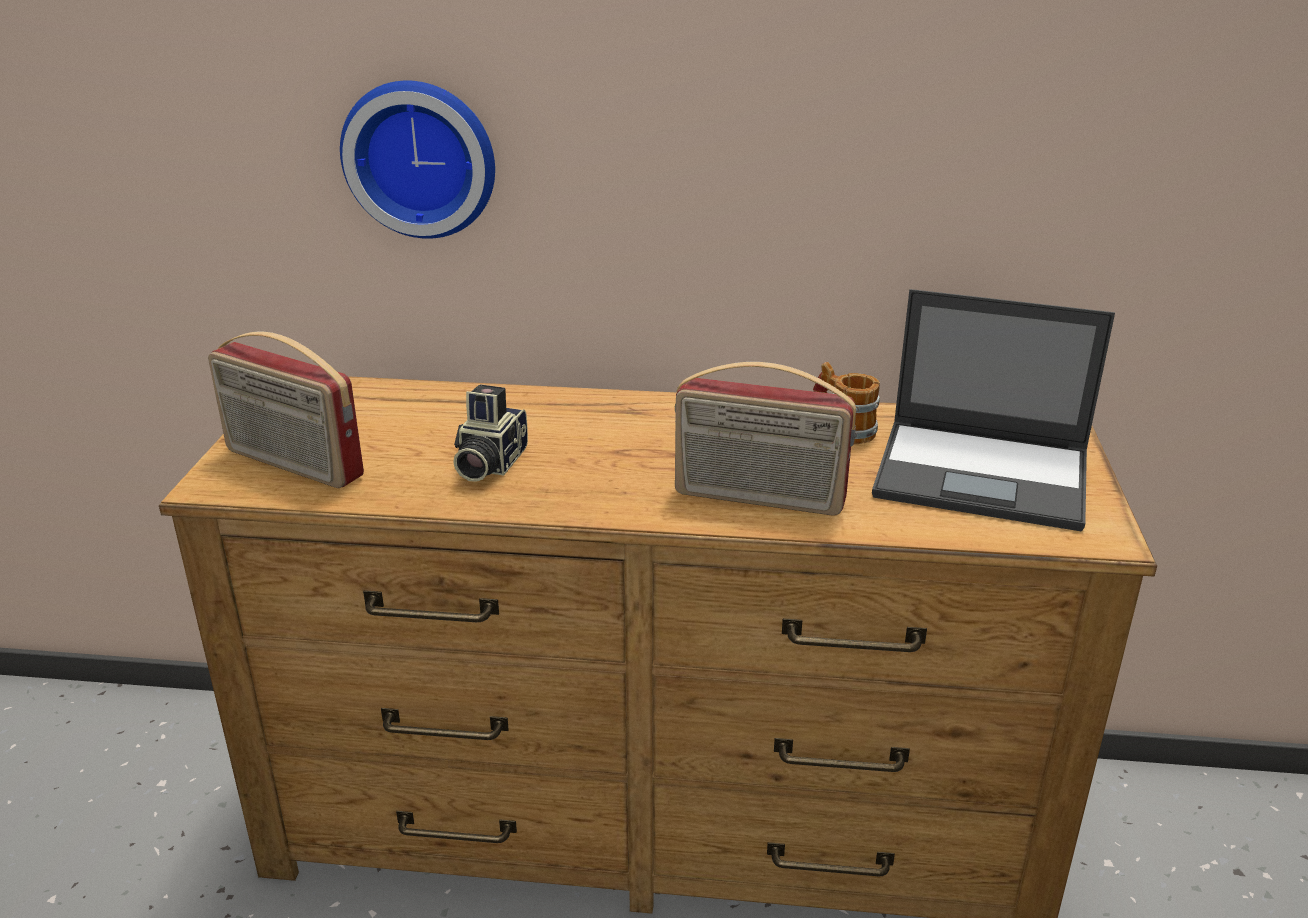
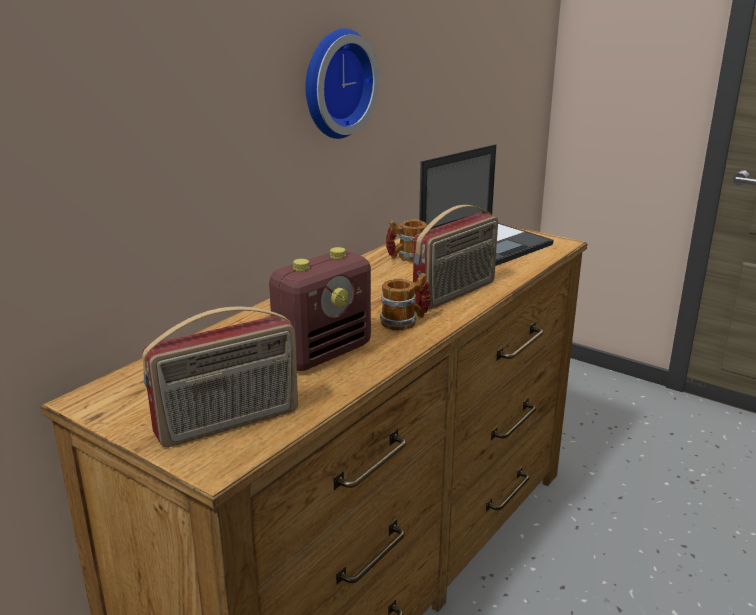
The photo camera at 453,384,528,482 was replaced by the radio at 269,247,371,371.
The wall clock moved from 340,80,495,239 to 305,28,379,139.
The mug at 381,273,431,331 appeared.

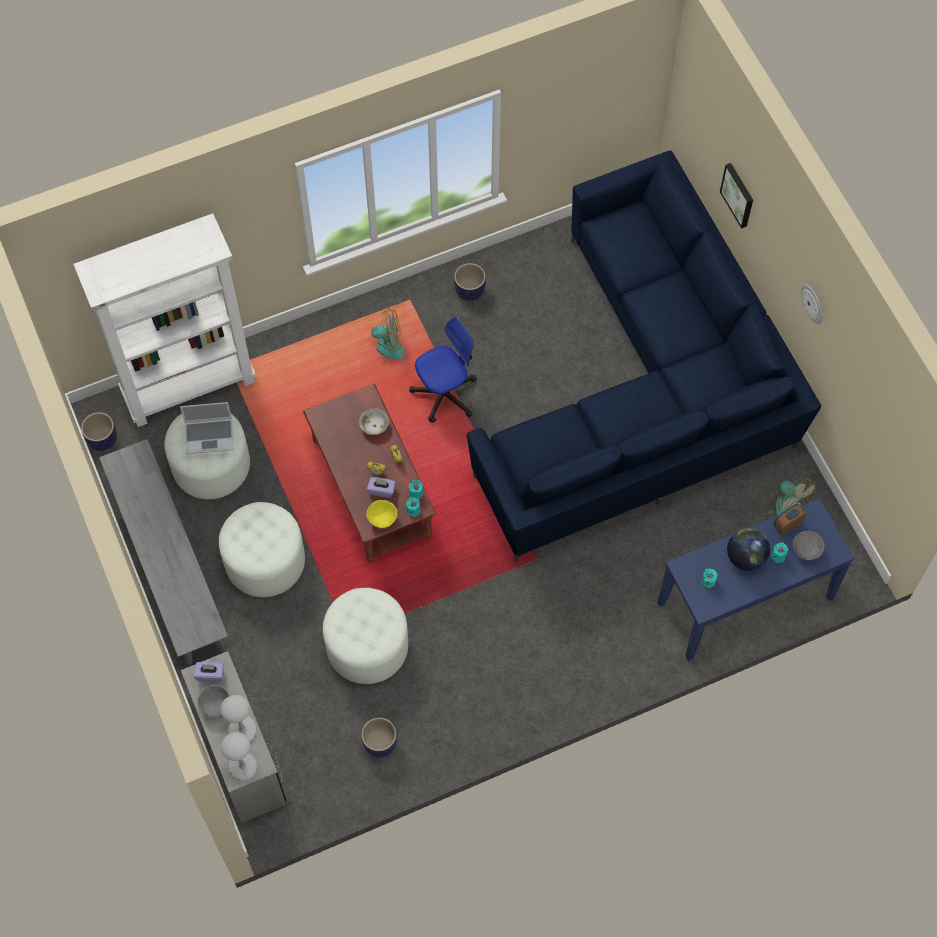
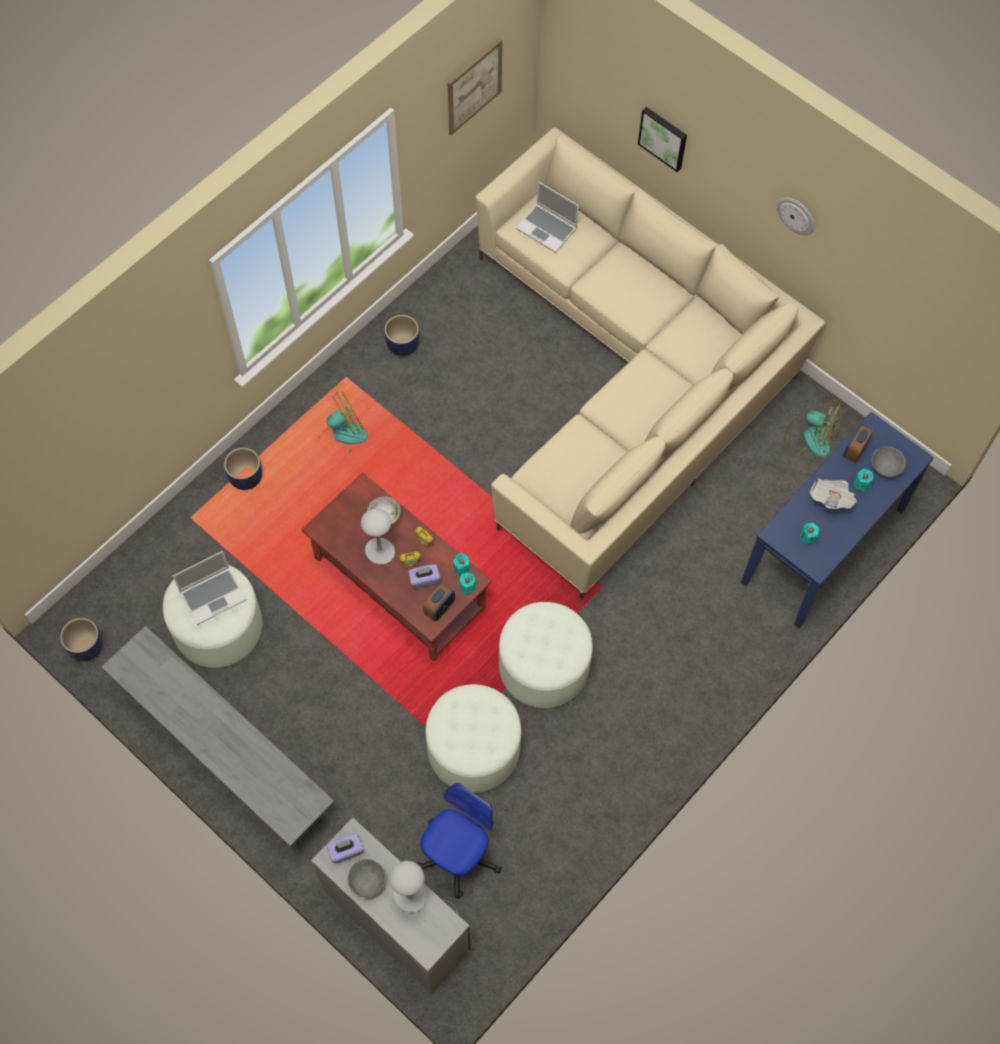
The planter moved from 361,717,397,758 to 224,447,262,490.
The table lamp in grey moved from 221,732,257,780 to 361,509,395,565.
The office chair moved from 409,317,476,423 to 417,783,502,899.
The bowl in yellow at 367,500,397,528 was replaced by the alarm clock at 423,583,455,622.
The picture at 448,39,502,135 appeared.
The sofa in blue at 467,150,821,562 became the sofa in beige at 476,128,825,600.
The ottoman in white moved from 219,502,305,597 to 499,602,592,708.
The laptop at 516,181,579,253 appeared.
The globe at 727,528,770,571 was replaced by the newspaper at 810,479,857,509.
The bookcase in white at 73,213,256,427 disappeared.

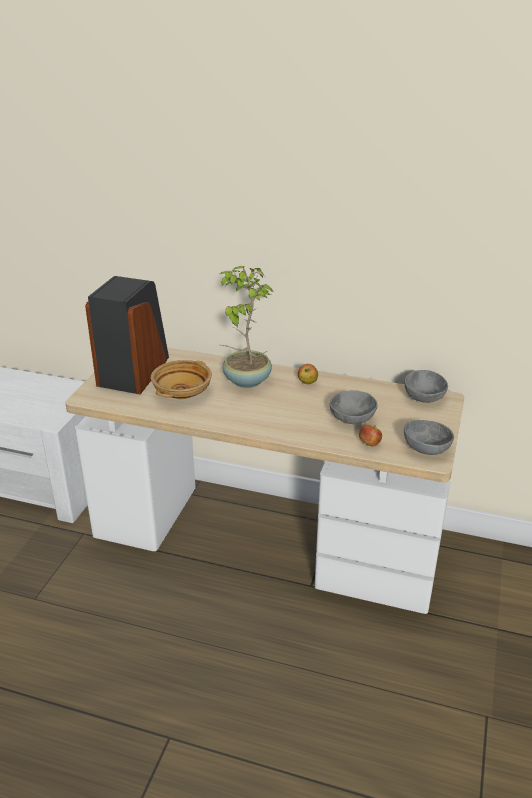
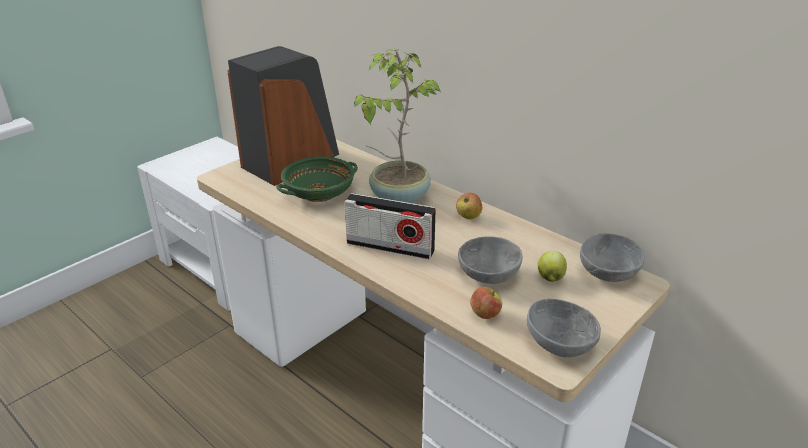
The bowl in beige at 151,360,212,399 became the bowl in green at 277,157,358,202.
The radio at 344,193,436,259 appeared.
The apple at 538,251,567,282 appeared.

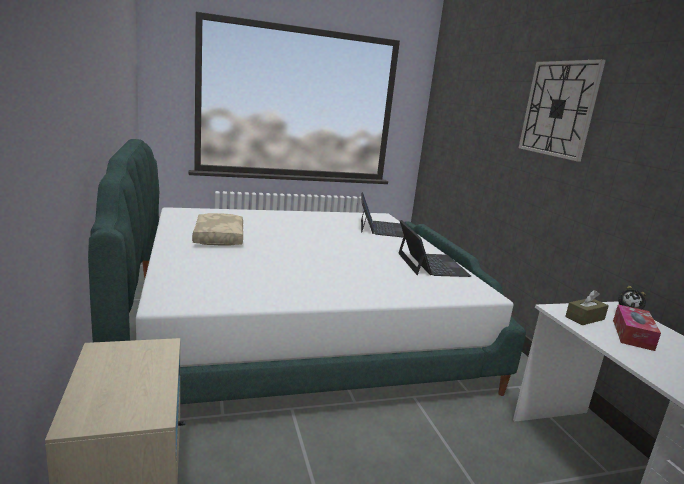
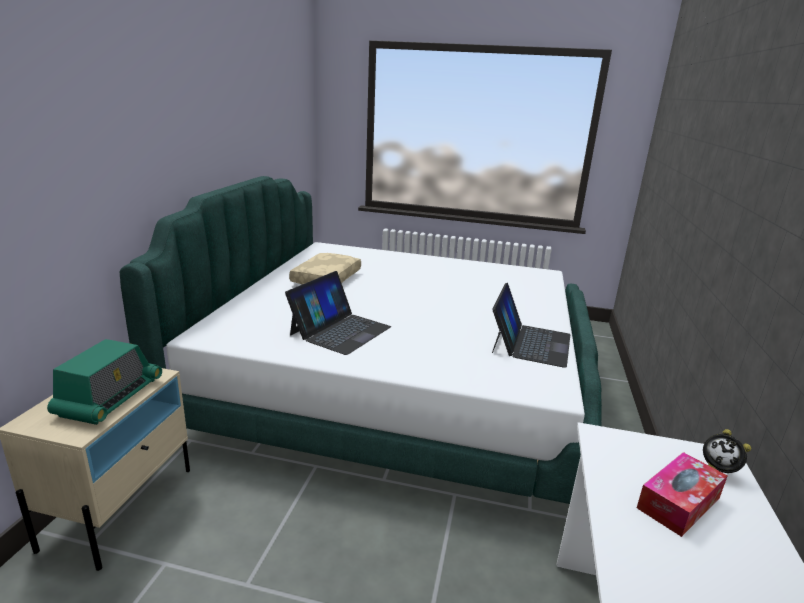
The radio at 47,339,162,425 appeared.
The laptop moved from 361,192,404,237 to 285,271,391,355.
The wall clock at 519,59,606,162 disappeared.
The tissue box in brown at 565,290,609,325 disappeared.

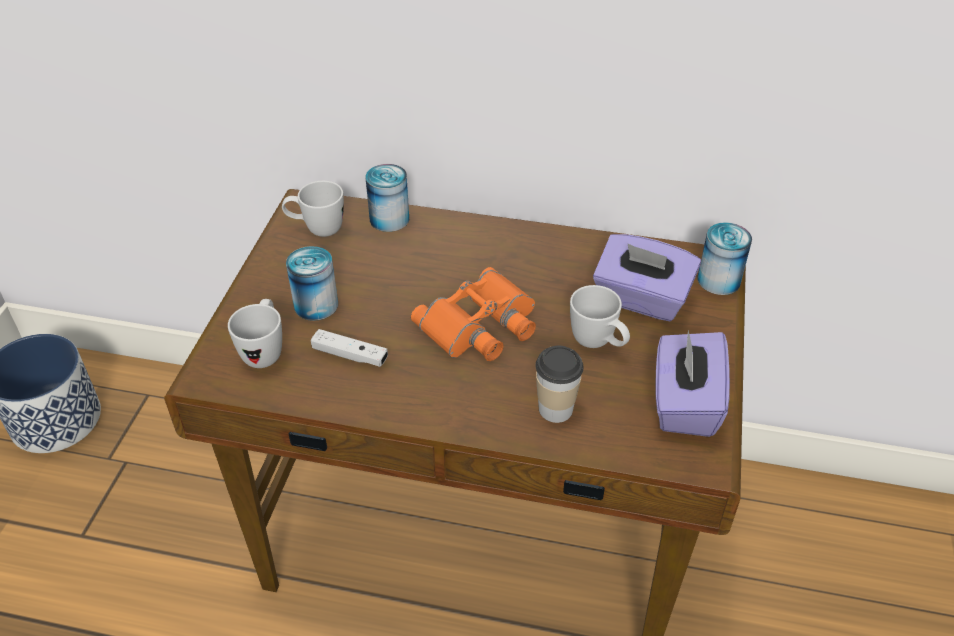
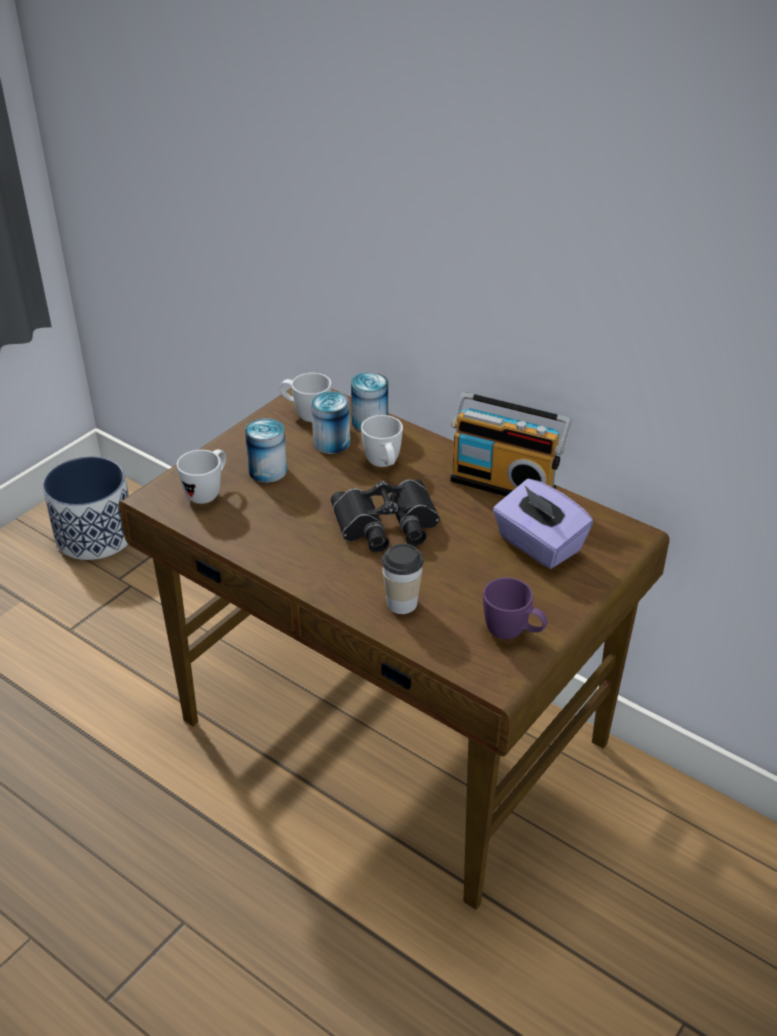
The can moved from 697,222,752,295 to 311,392,350,454.
The binoculars in orange at 411,267,536,361 became the binoculars in black at 331,479,440,552.
The mug in white moved from 570,285,630,348 to 361,415,403,467.
The radio at 450,392,571,496 appeared.
The tissue box in purple at 656,330,730,437 was replaced by the mug in purple at 483,577,547,639.
The game controller in white at 311,329,388,367 disappeared.

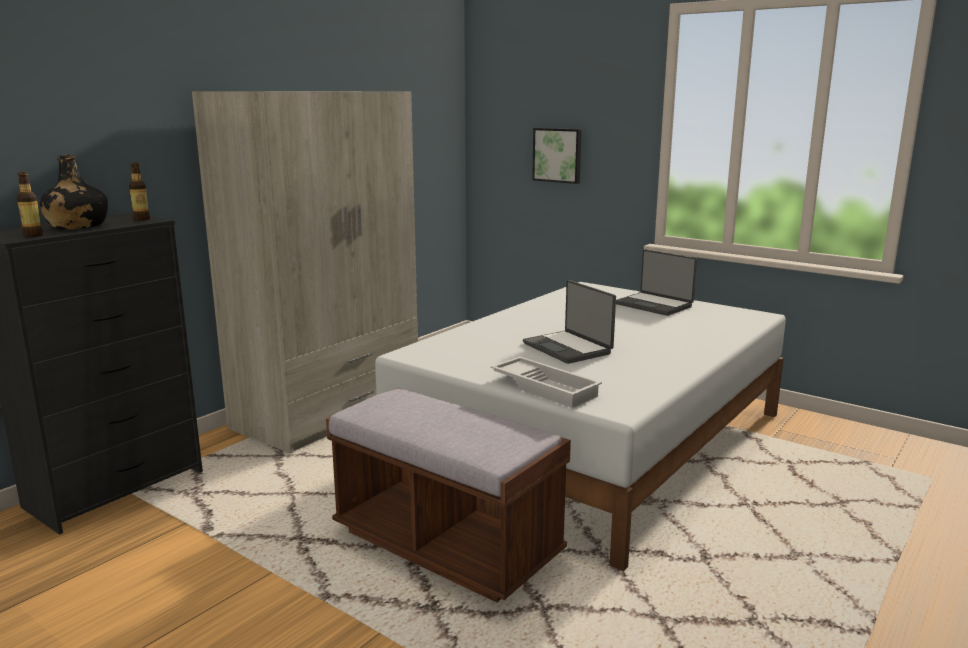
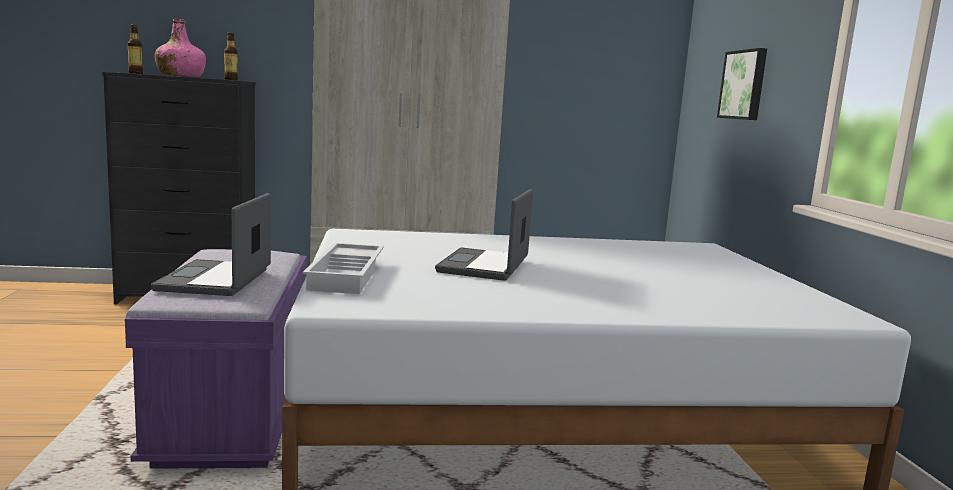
The bench in brown at 326,388,571,602 became the bench in purple at 125,249,307,469.
The laptop moved from 616,249,697,316 to 151,193,271,296.
The bottle in black at 40,155,108,230 became the bottle in pink at 154,19,206,77.

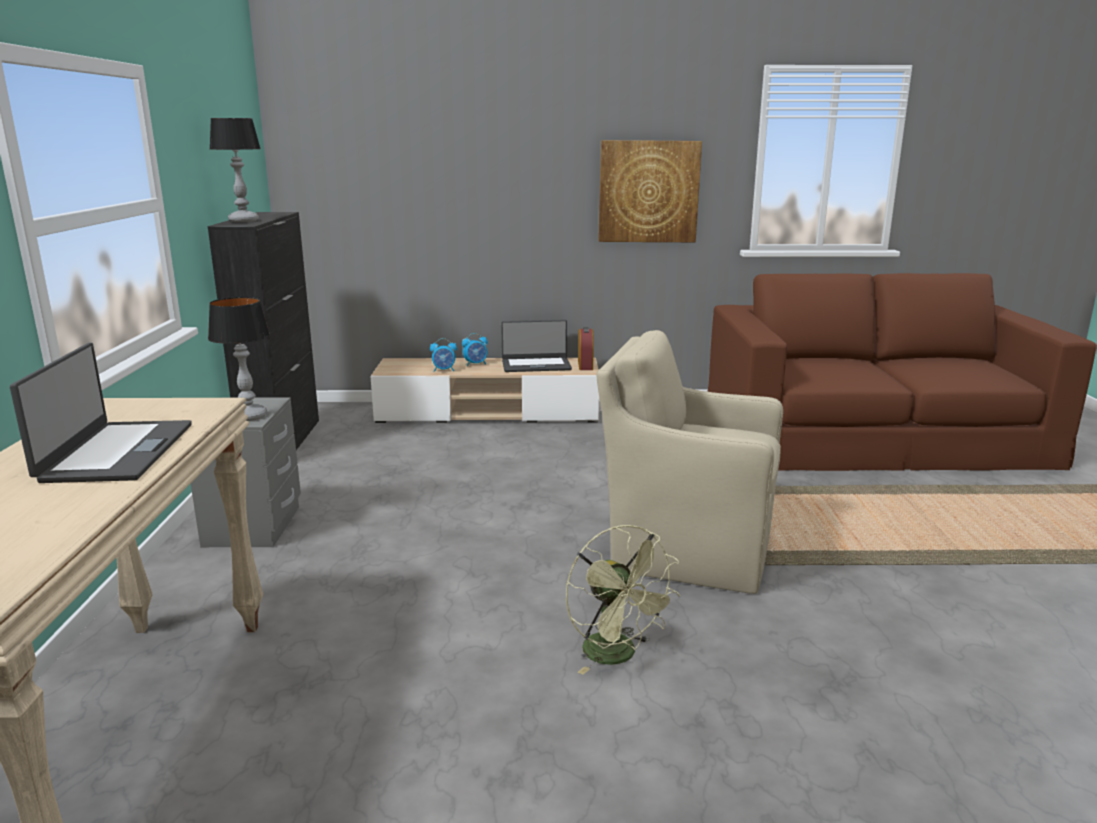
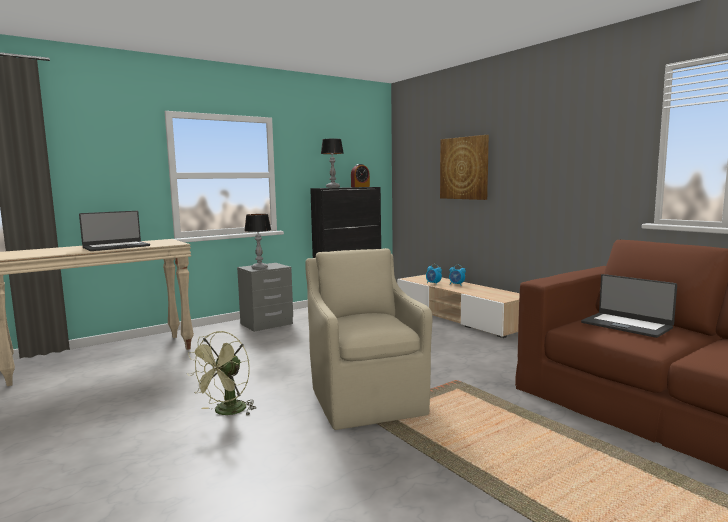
The alarm clock moved from 578,327,594,370 to 351,164,370,187.
The picture moved from 598,140,702,242 to 440,135,489,200.
The laptop moved from 501,320,572,372 to 581,274,677,338.

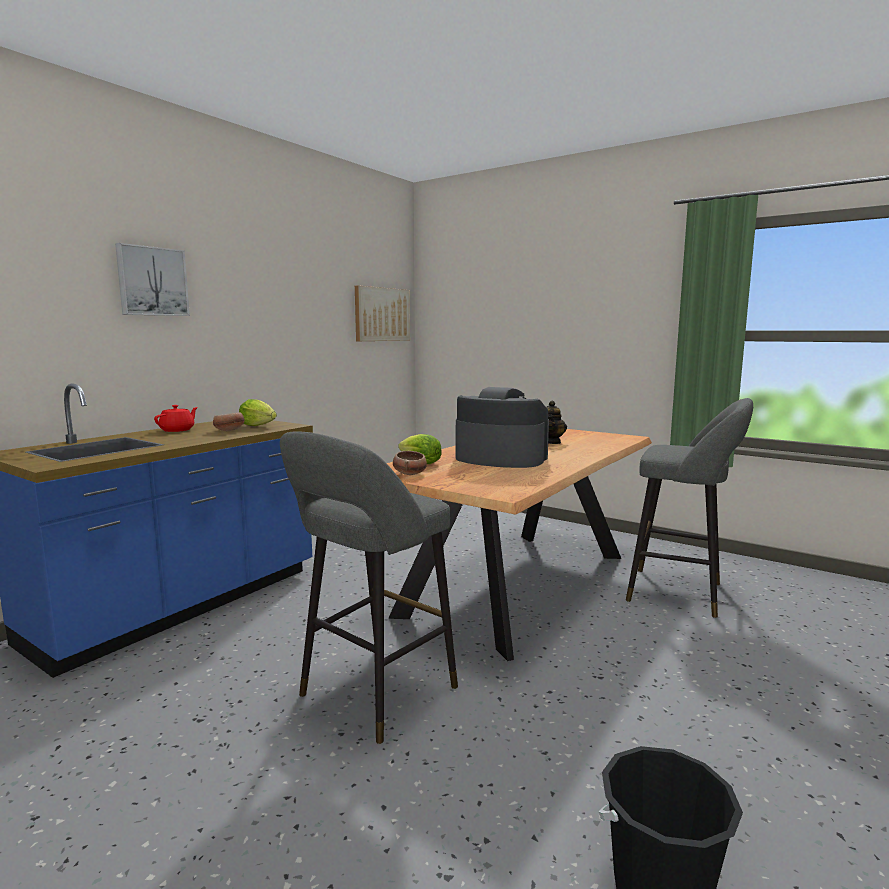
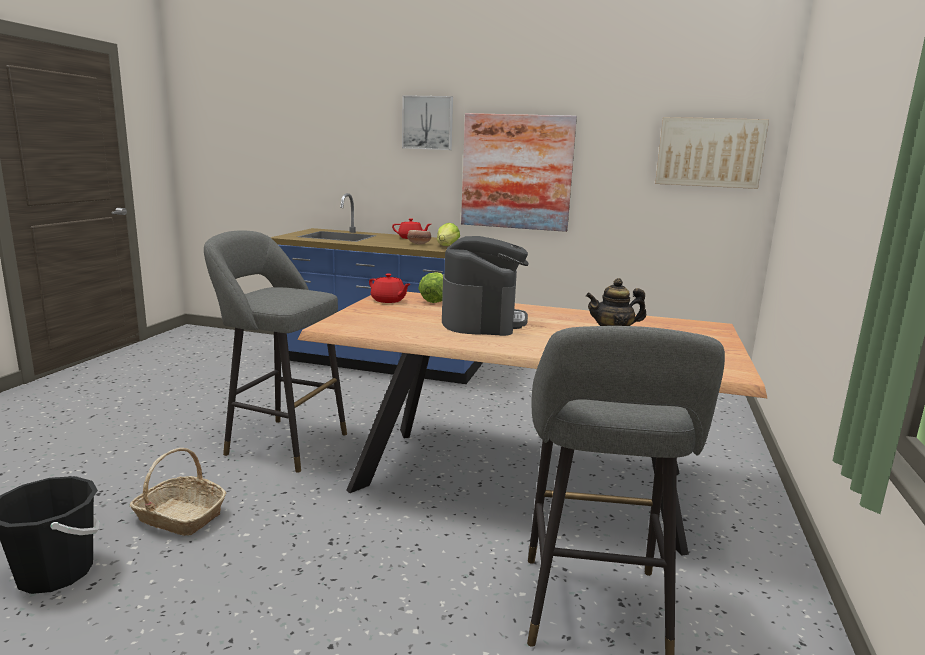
The basket at 130,448,226,536 appeared.
The bowl at 393,451,427,475 was replaced by the teapot in red at 369,273,410,303.
The picture at 461,113,577,232 appeared.

